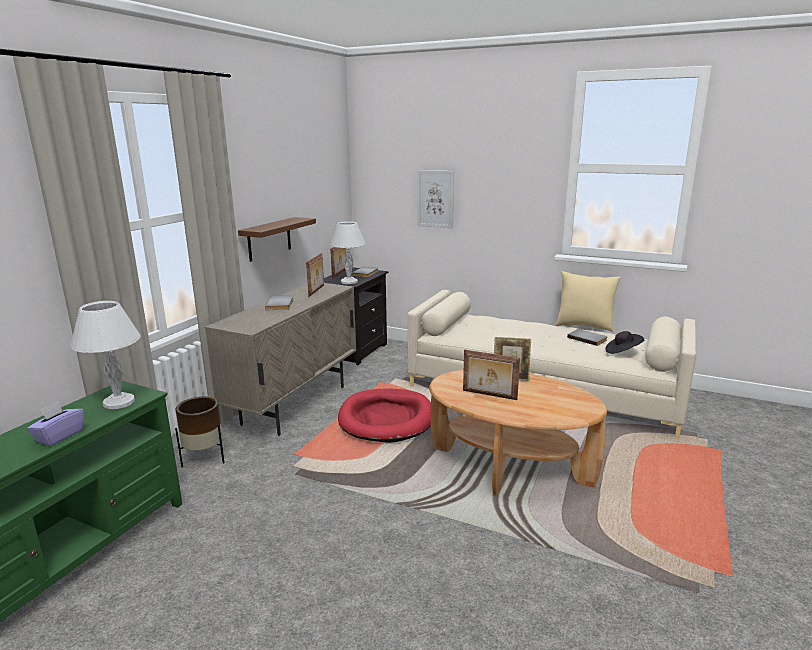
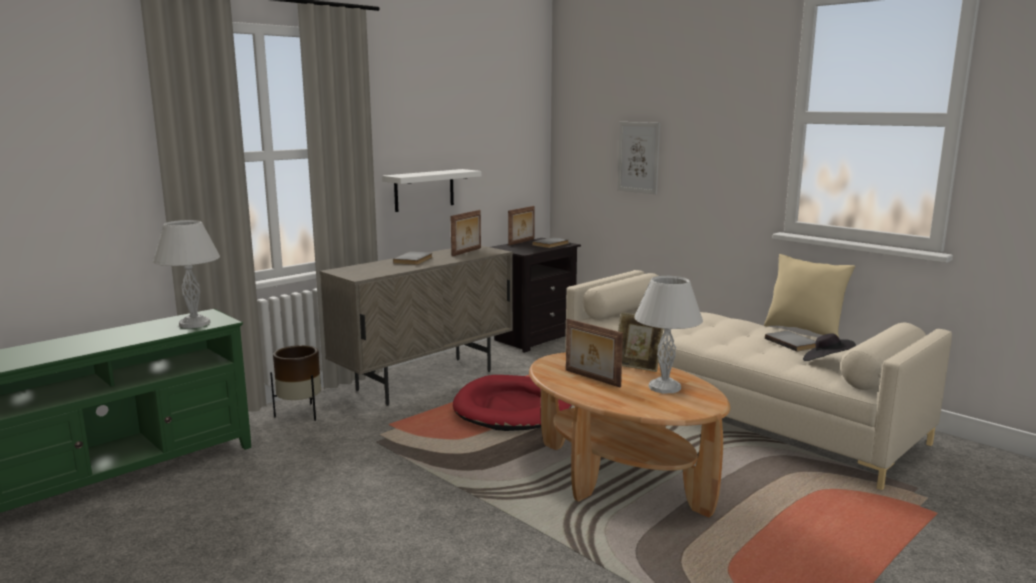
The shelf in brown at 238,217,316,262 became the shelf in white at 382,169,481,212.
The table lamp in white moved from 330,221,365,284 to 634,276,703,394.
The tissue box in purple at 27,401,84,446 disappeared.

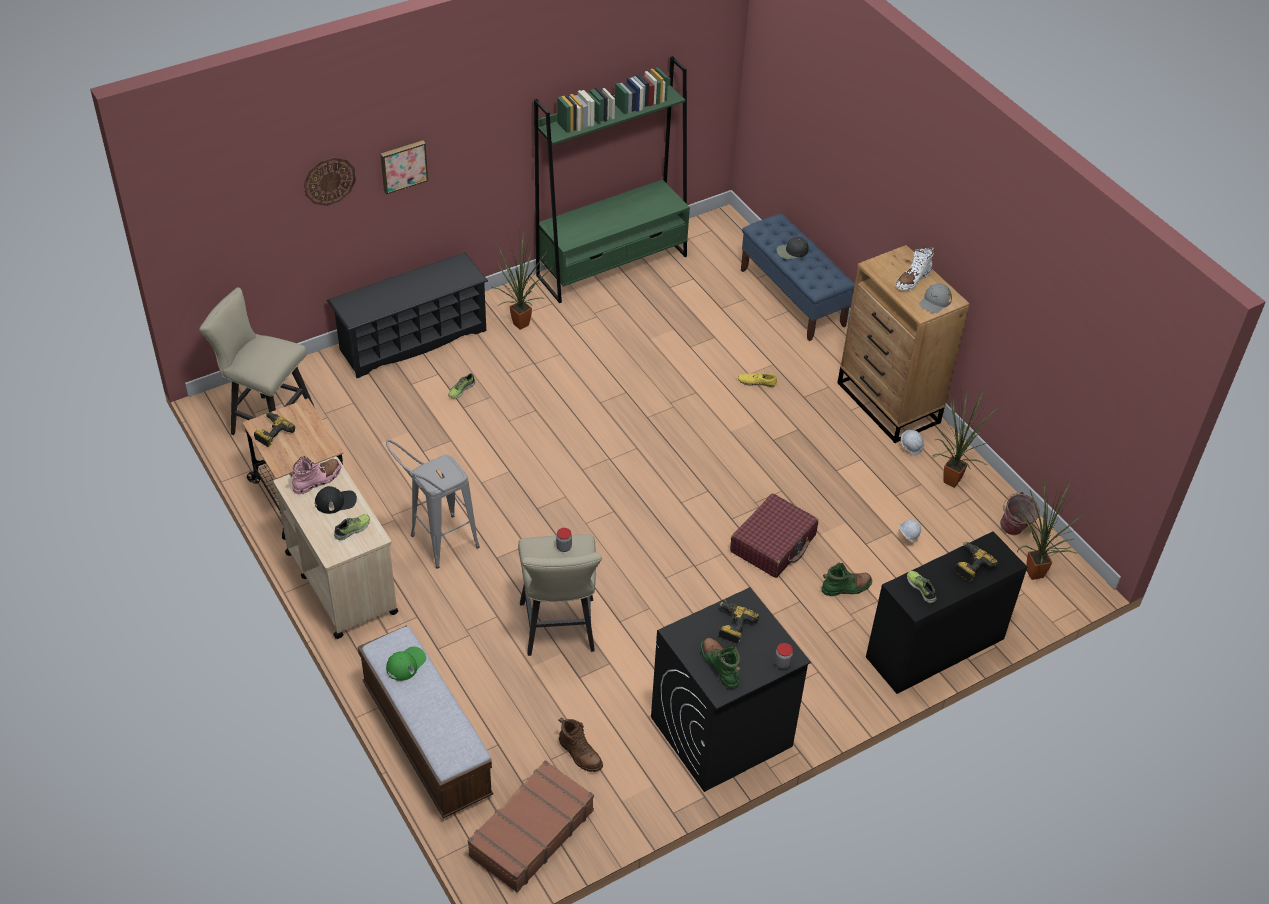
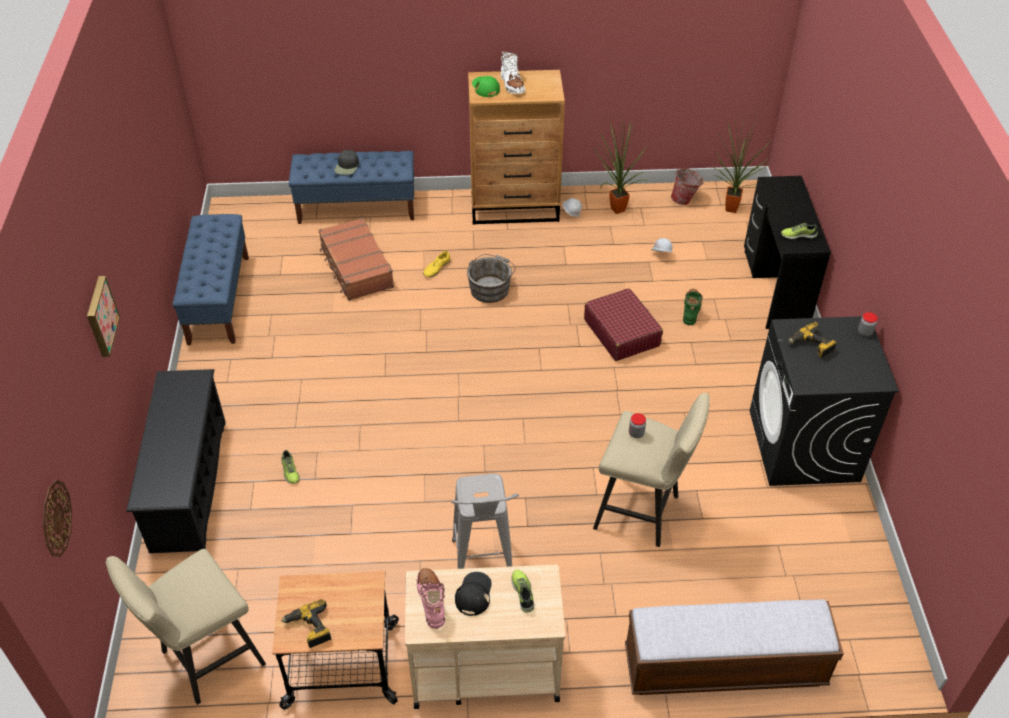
The wall clock moved from 304,157,356,206 to 43,480,72,557.
The bookcase in green at 534,56,690,303 was replaced by the bench in blue at 173,214,249,345.
The suitcase in brown moved from 468,760,594,893 to 319,218,394,301.
The bucket in grey at 467,254,516,303 appeared.
The cap in green moved from 386,647,426,681 to 472,76,500,97.
The potted plant at 491,221,553,330 disappeared.
The boot in brown at 559,717,603,772 disappeared.
The boot in green at 701,638,741,689 disappeared.
The cap in grey at 919,283,952,313 disappeared.
The power drill at 955,542,998,582 disappeared.

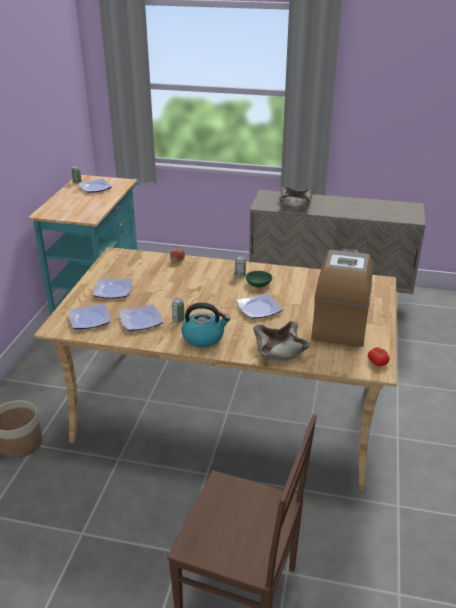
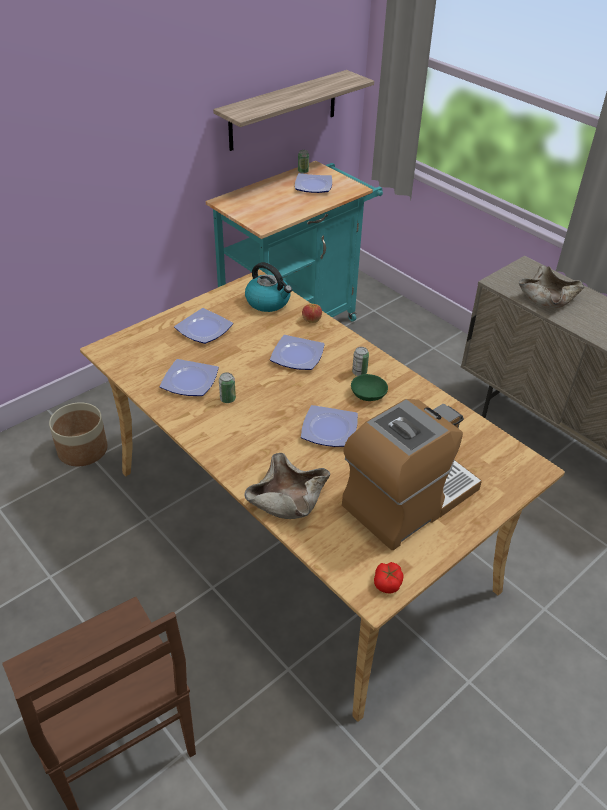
The shelf at 213,70,374,151 appeared.
The kettle moved from 181,303,230,347 to 245,262,292,312.
The plate moved from 69,303,110,329 to 270,335,325,370.

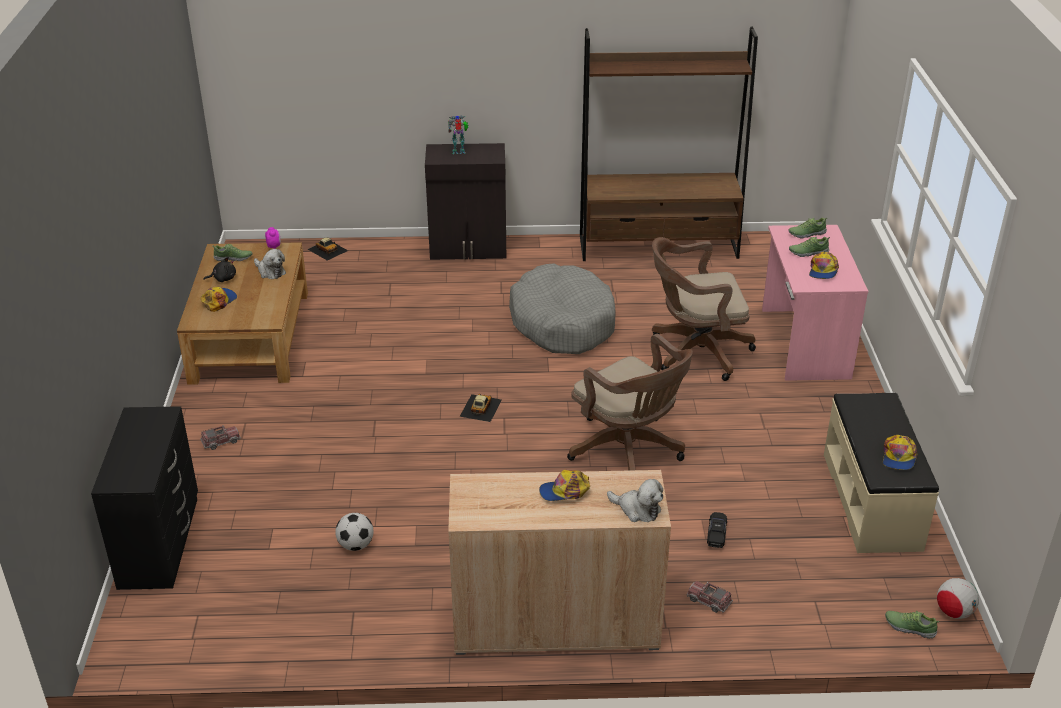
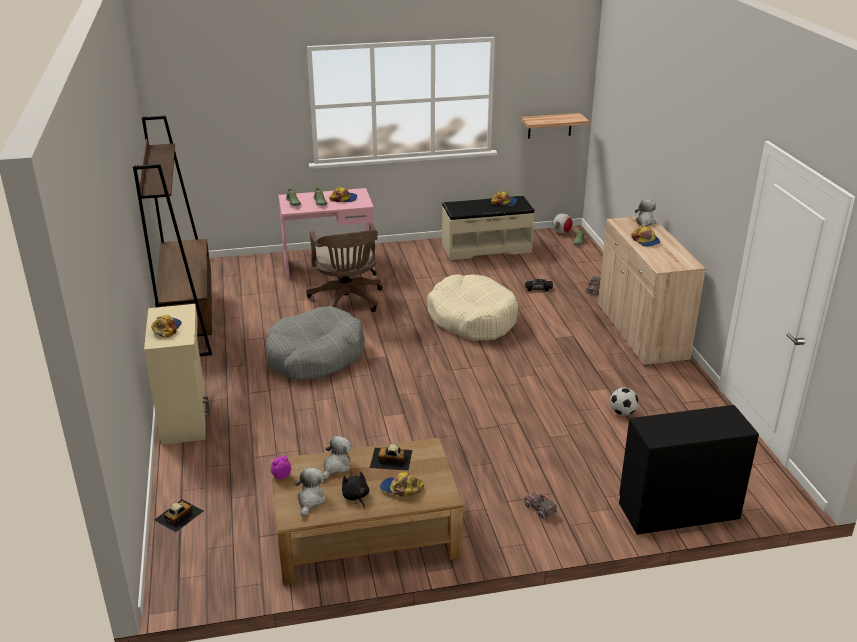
The cabinet in black at 425,143,506,260 became the cabinet in beige at 144,304,210,445.
The toy robot at 448,116,468,154 was replaced by the cap at 151,315,182,338.
The shoe at 212,244,253,261 was replaced by the plush toy at 295,468,326,517.
The toy car moved from 459,394,502,422 to 370,444,412,471.
The office chair in brown at 567,334,693,471 was replaced by the dog bed in beige at 427,274,518,341.
The shelf at 521,113,589,139 appeared.

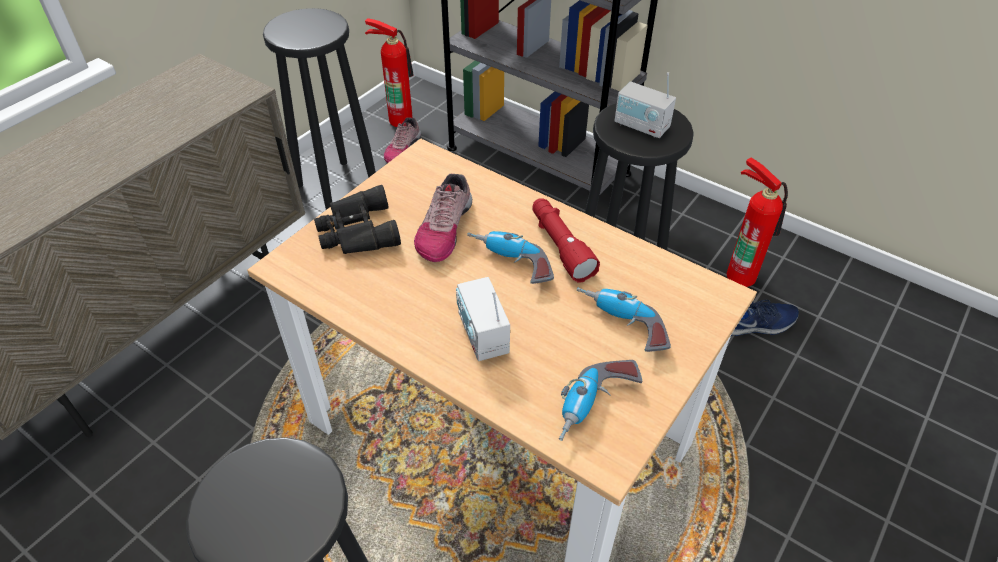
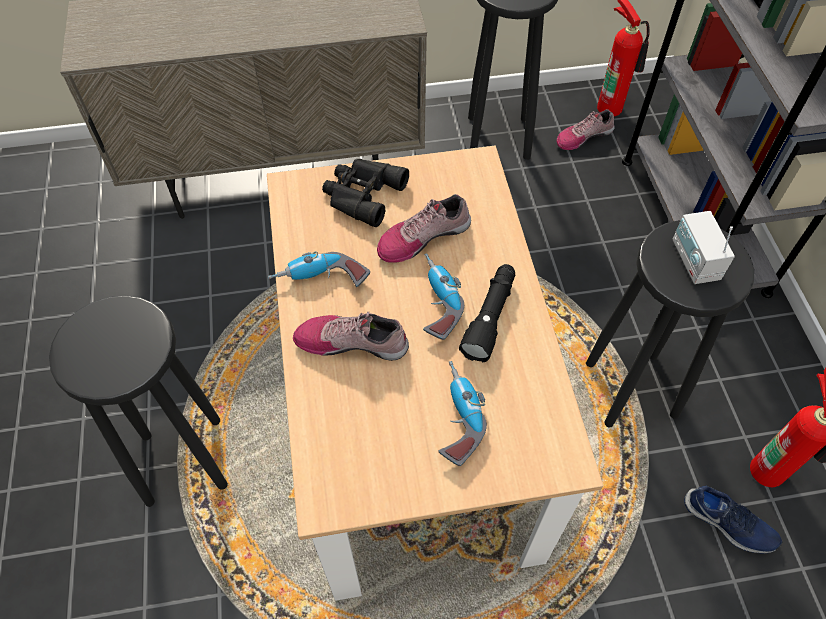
The power drill moved from 559,360,642,441 to 268,251,370,287.
The radio at 456,277,510,361 was replaced by the shoe at 293,312,409,361.
The flashlight in red at 532,198,600,283 became the flashlight in black at 459,264,515,362.

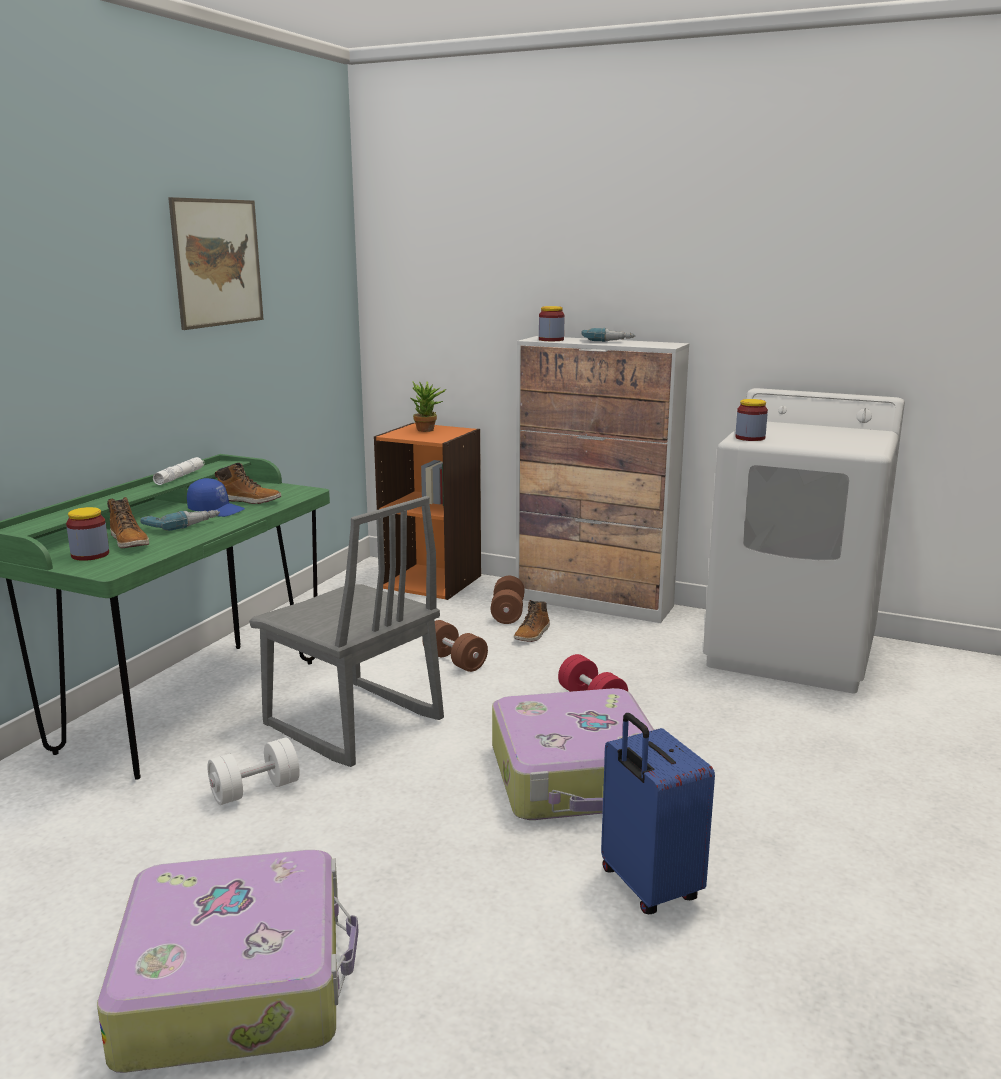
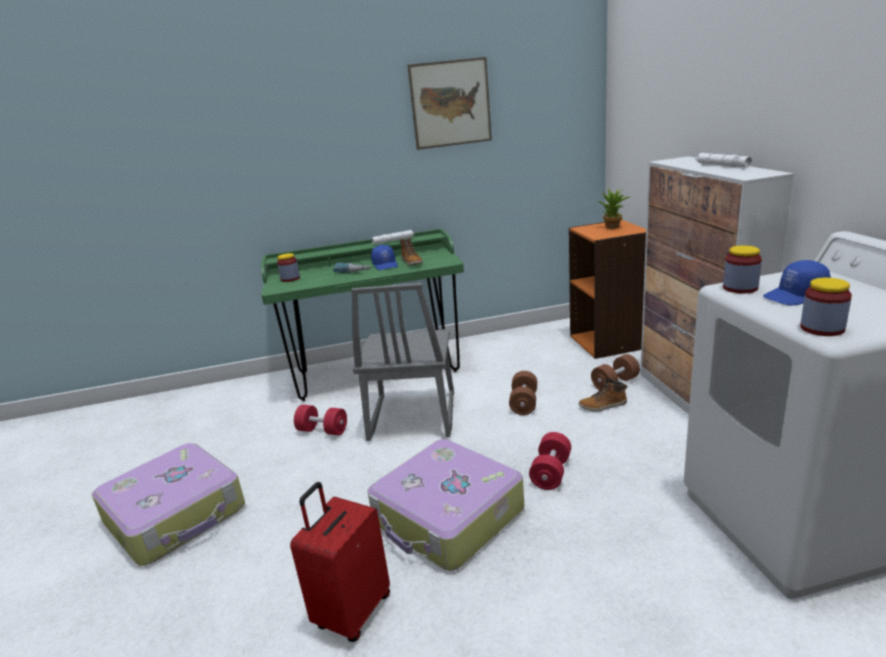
The suitcase in blue at 601,713,715,914 became the suitcase in red at 290,482,390,642.
The dumbbell in white at 208,738,300,805 became the dumbbell in red at 294,405,347,435.
The power drill at 581,328,636,342 was replaced by the flashlight in white at 696,153,752,168.
The cap in blue at 763,260,831,306 appeared.
The jar moved from 539,306,564,341 to 800,278,852,336.
The boot at 107,497,149,548 disappeared.

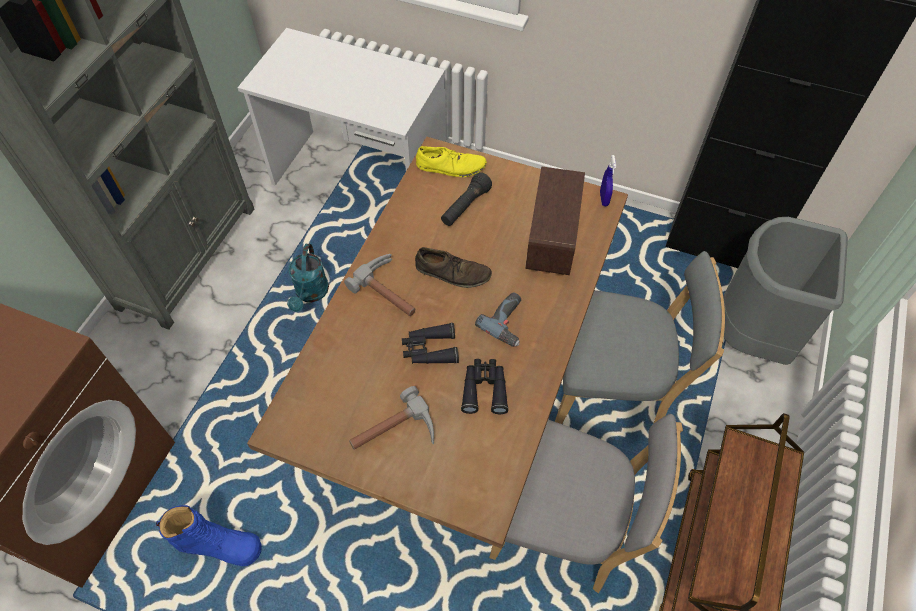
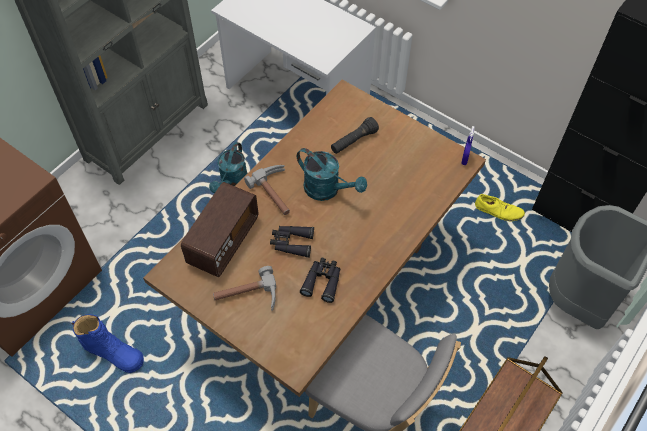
The radio moved from 525,166,585,275 to 181,182,258,277.
The shoe in brown at 415,247,492,288 was replaced by the watering can in turquoise at 297,148,367,201.
The shoe in yellow moved from 416,146,487,177 to 475,194,525,222.
The power drill at 475,292,521,347 disappeared.
The chair in grey at 555,251,725,424 disappeared.

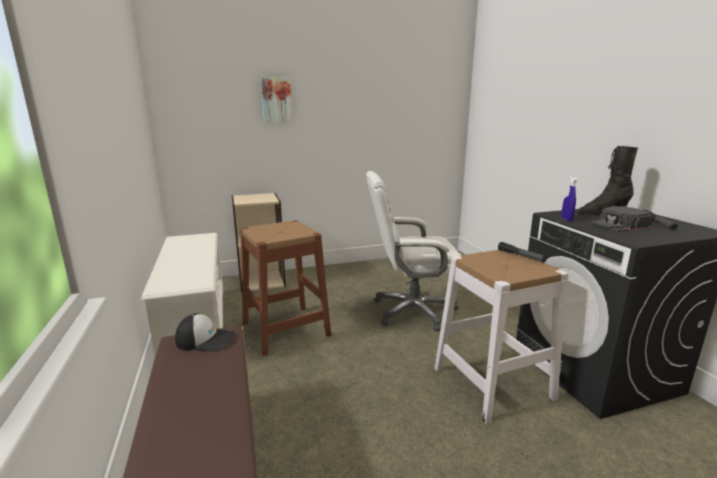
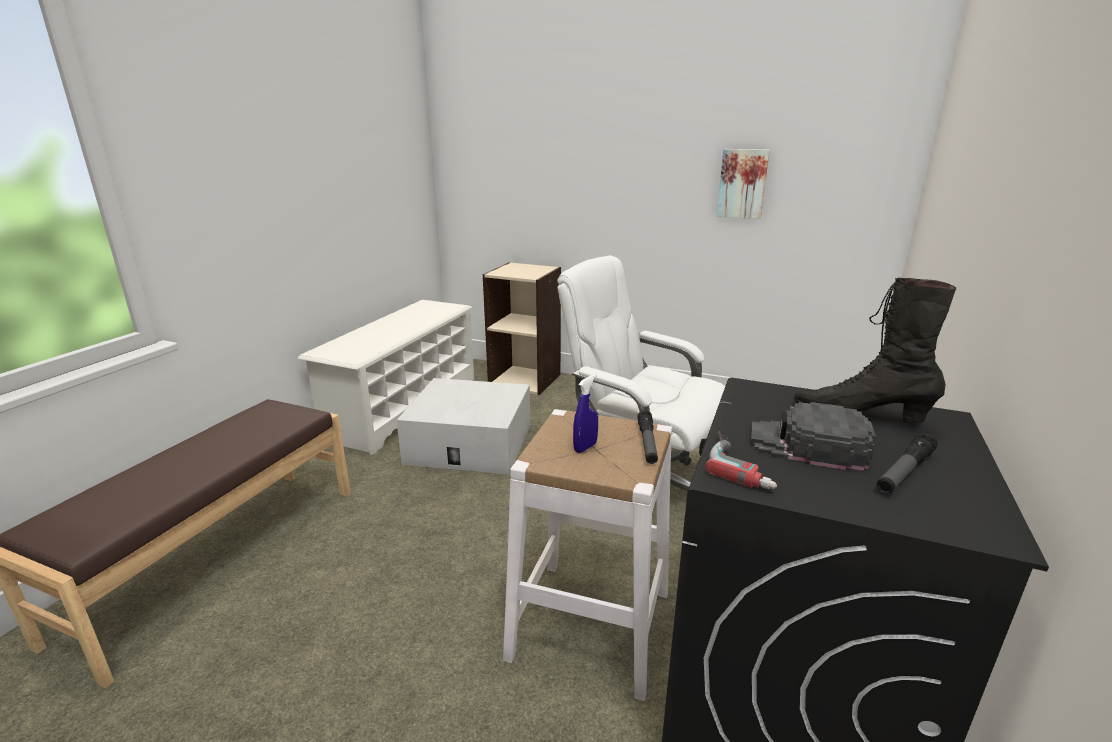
The stool in brown at 240,220,331,356 was replaced by the storage box in white at 397,378,530,474.
The spray bottle in blue moved from 561,176,577,221 to 573,374,598,453.
The power drill at 706,431,777,489 appeared.
The picture moved from 261,77,293,123 to 716,149,770,219.
The cap at 175,313,236,351 disappeared.

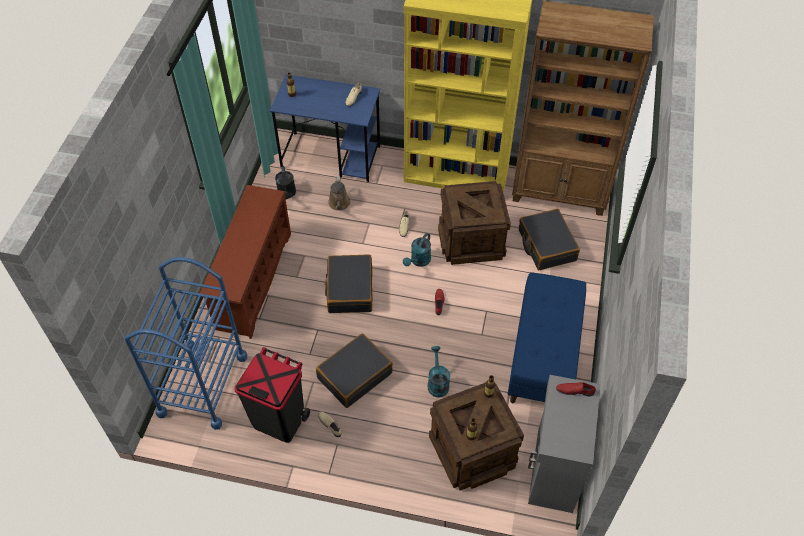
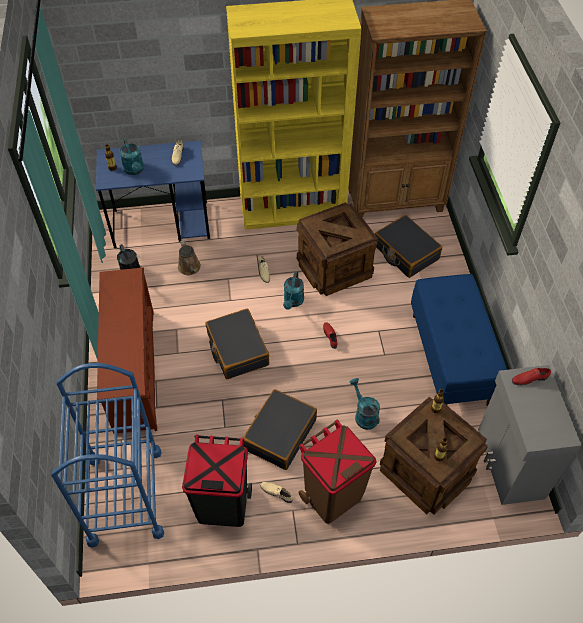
The watering can in turquoise at 119,138,144,175 appeared.
The trash can in brown at 299,420,377,524 appeared.

